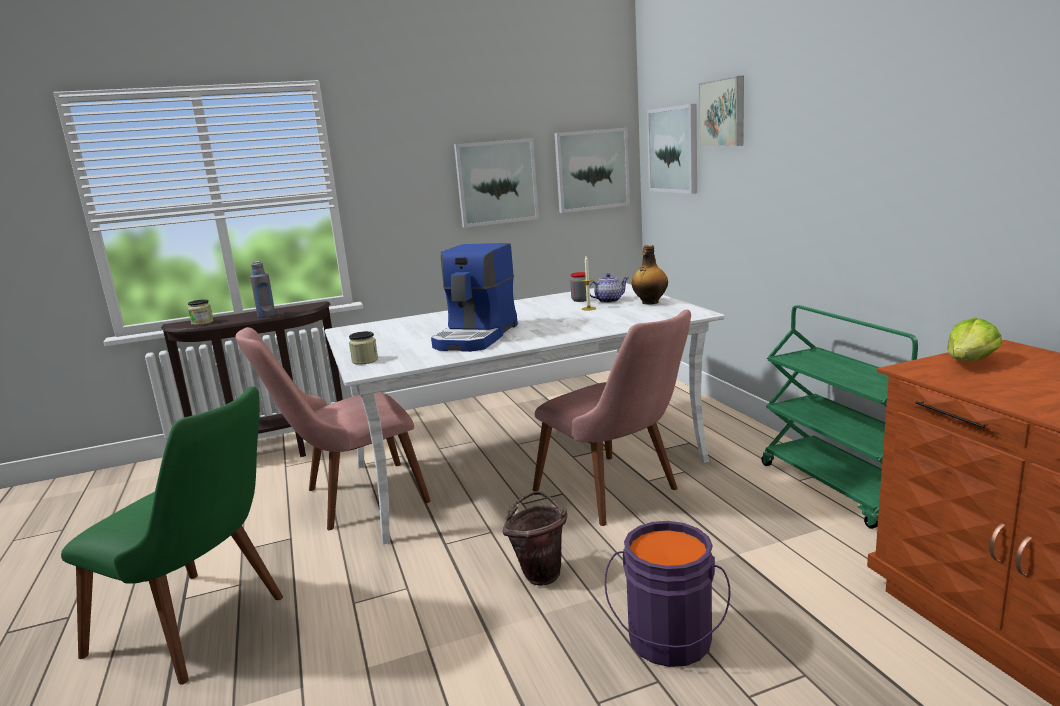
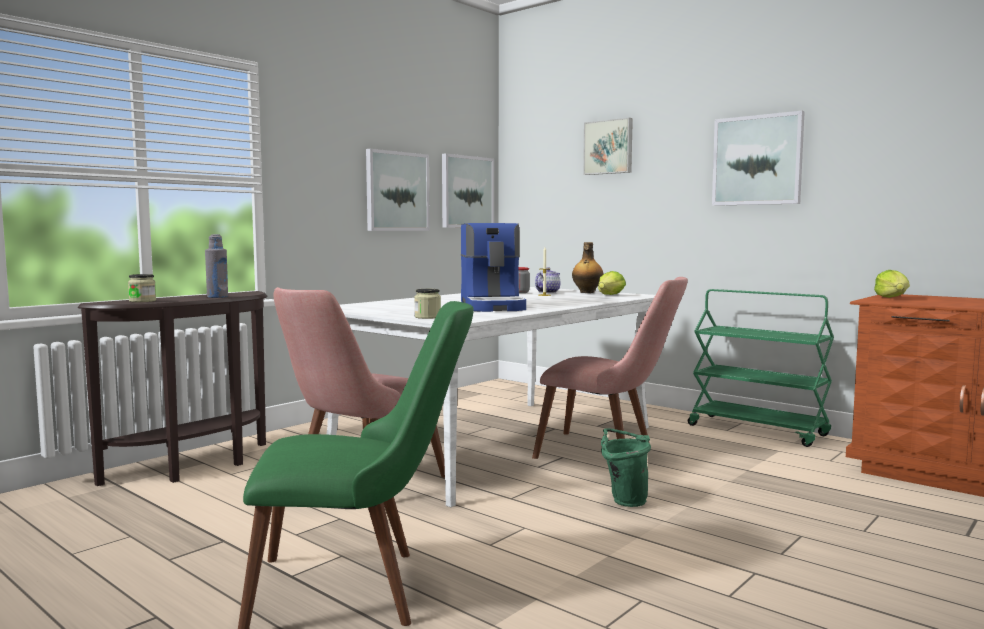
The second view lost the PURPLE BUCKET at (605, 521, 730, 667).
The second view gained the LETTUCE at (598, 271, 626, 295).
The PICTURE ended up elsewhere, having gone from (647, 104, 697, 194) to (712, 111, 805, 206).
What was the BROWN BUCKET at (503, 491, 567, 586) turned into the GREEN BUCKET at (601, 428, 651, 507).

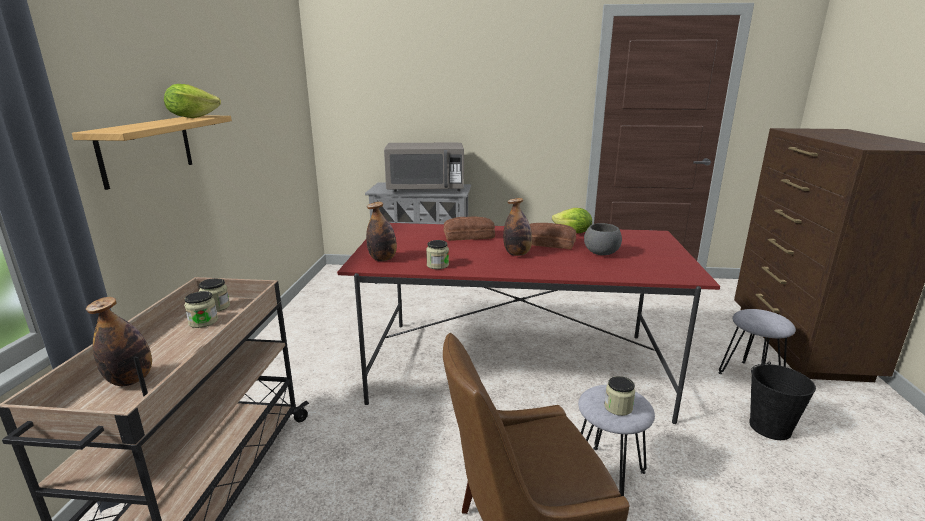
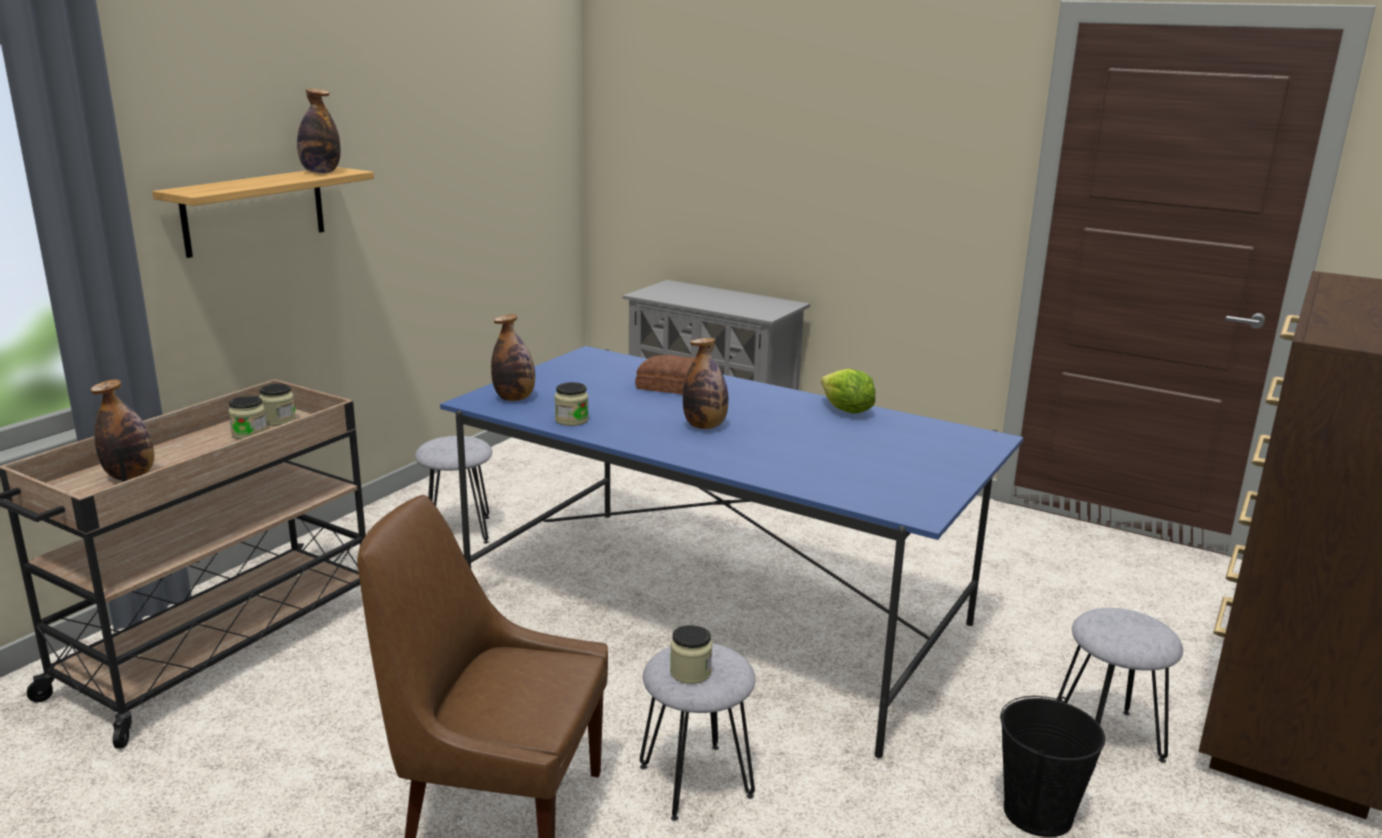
The second view lost the GREY MICROWAVE at (384, 143, 464, 192).
The second view lost the BREAD at (530, 223, 576, 249).
The second view lost the GREY BOWL at (584, 223, 622, 255).
The second view gained the GREY STOOL at (415, 436, 492, 544).
Where the LETTUCE stood at (164, 84, 221, 118), the BOTTLE came to stand at (297, 89, 341, 173).
What was the RED DINING TABLE at (337, 222, 720, 424) turned into the BLUE DINING TABLE at (440, 346, 1023, 758).

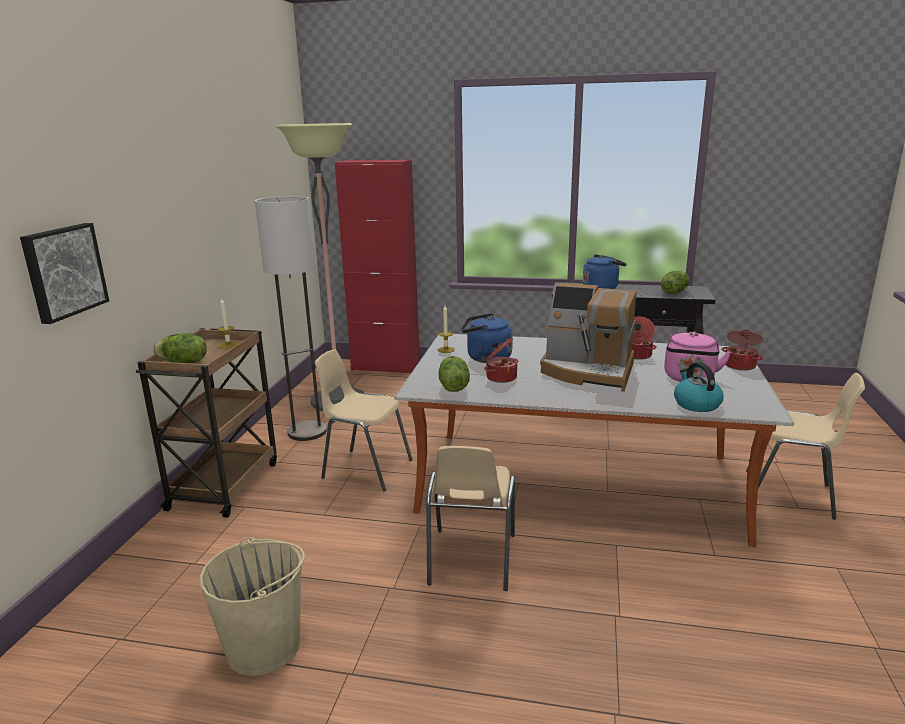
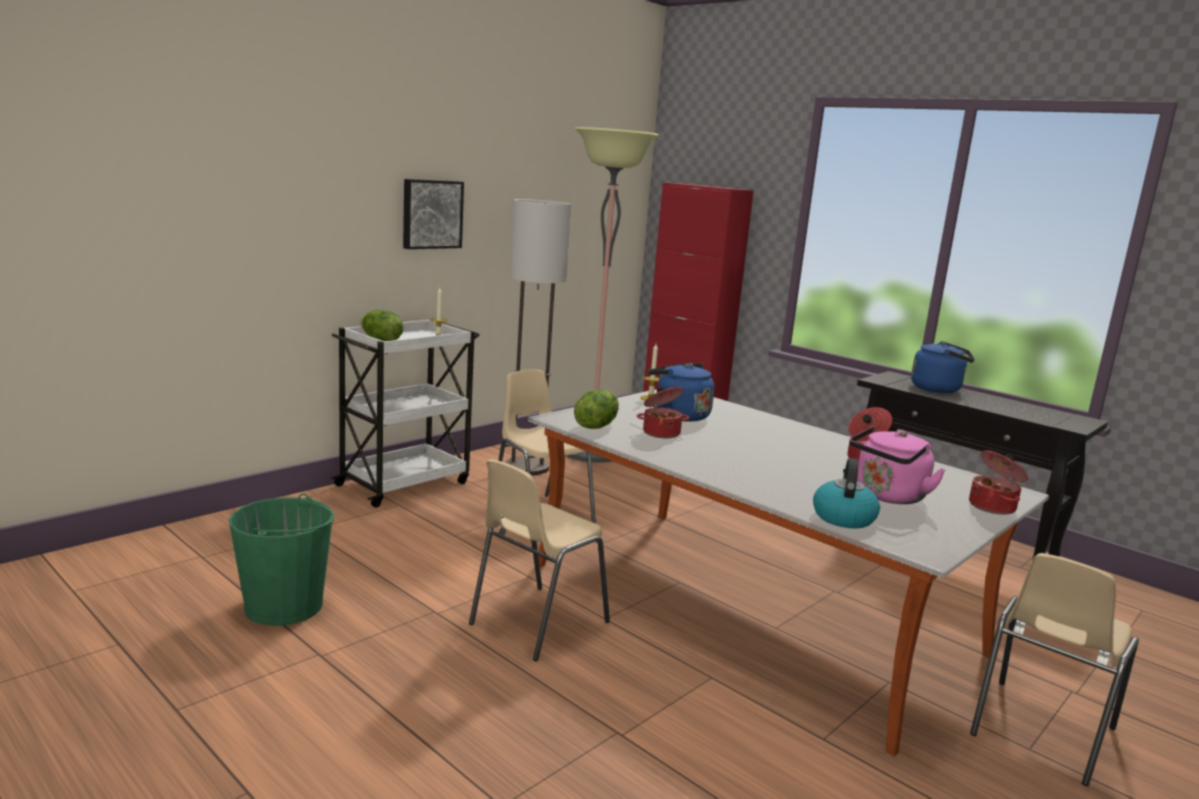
The second view lost the COFFEE MACHINE at (540, 283, 636, 392).
The second view lost the LETTUCE at (661, 271, 689, 294).
The PICTURE ended up elsewhere, having gone from (20, 223, 109, 324) to (403, 179, 464, 249).
What was the BROWN CART at (136, 328, 277, 518) turned into the WHITE CART at (331, 319, 480, 508).
What was the BEIGE BUCKET at (200, 537, 305, 676) turned into the GREEN BUCKET at (229, 494, 334, 626).
The BEIGE CHAIR at (746, 373, 865, 520) ended up facing another way, 75 degrees clockwise from before.

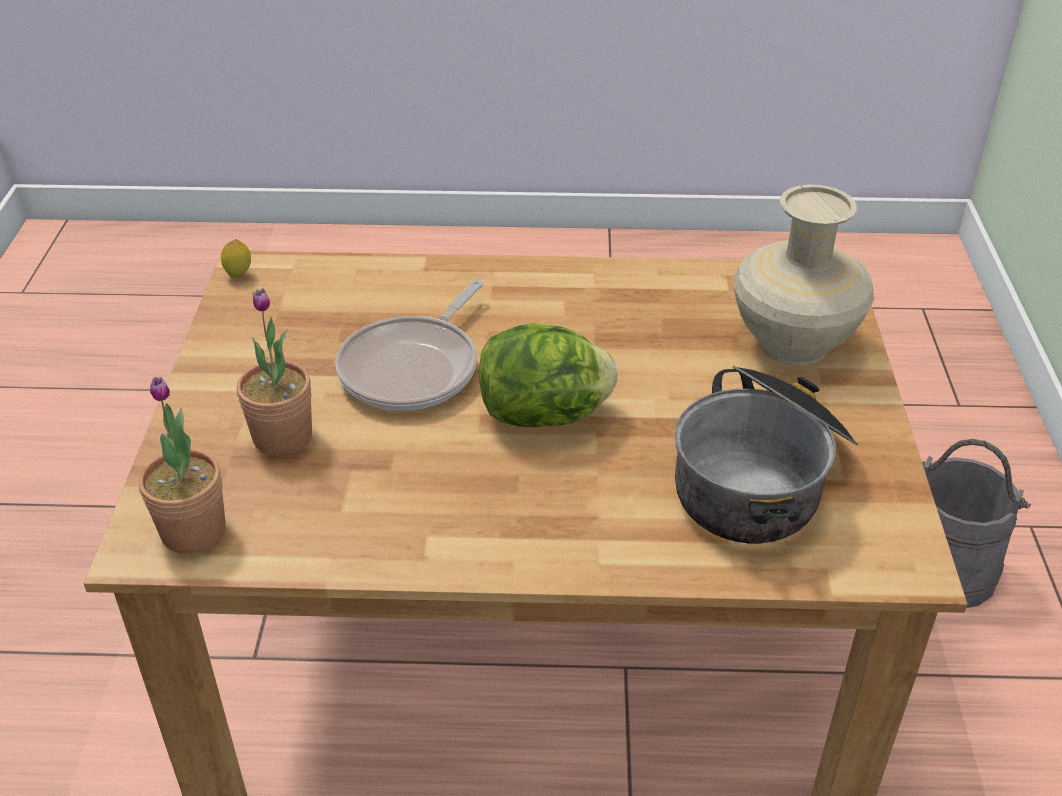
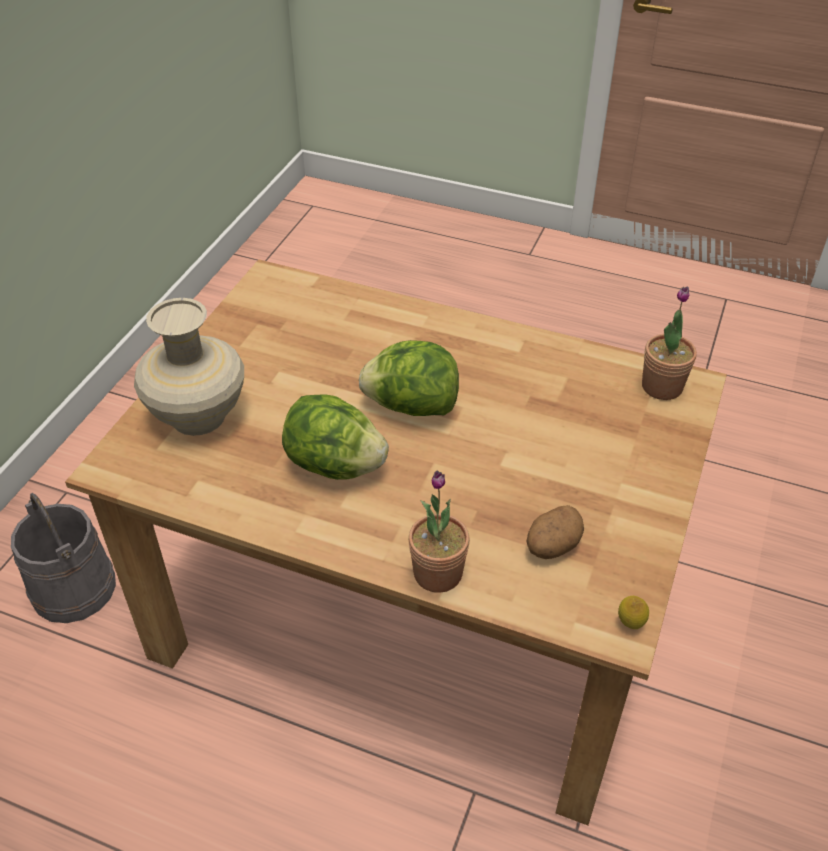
The second view lost the FRYING PAN at (335, 280, 484, 410).
The second view lost the COOKING POT at (675, 366, 858, 543).
The second view gained the LETTUCE at (282, 394, 389, 480).
The second view gained the POTATO at (526, 505, 584, 559).
The POTTED PLANT ended up elsewhere, having gone from (237, 289, 312, 456) to (408, 471, 470, 593).

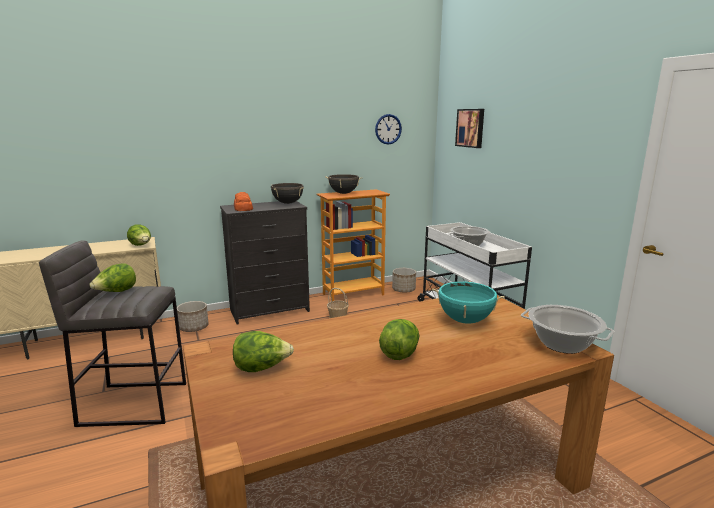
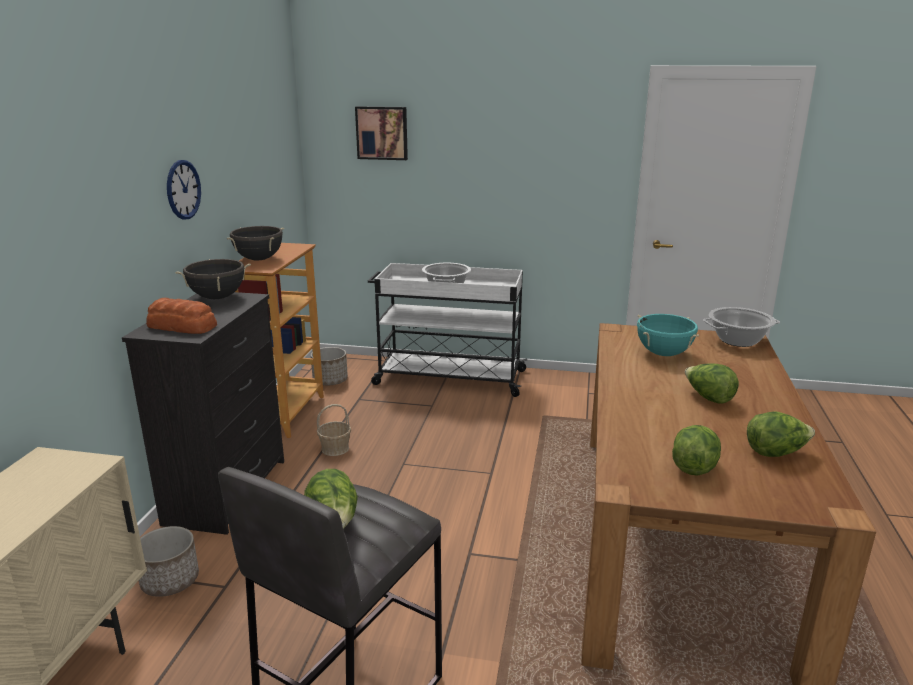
The LETTUCE ended up elsewhere, having gone from (127, 224, 151, 246) to (747, 412, 815, 457).
The WALL CLOCK ended up elsewhere, having gone from (375, 114, 402, 145) to (167, 160, 201, 220).

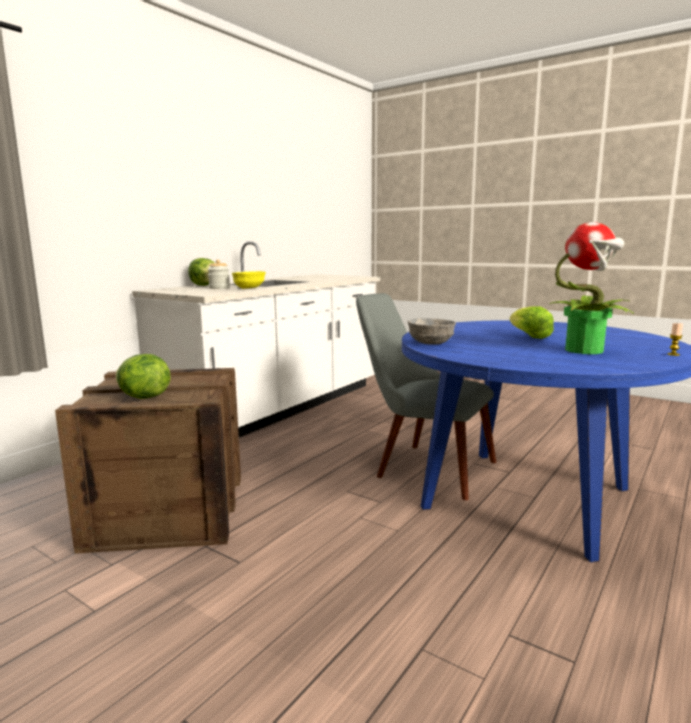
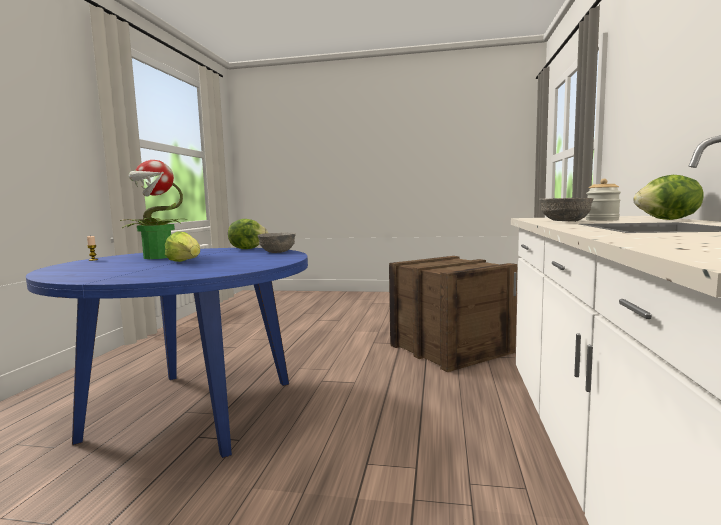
The second view lost the GREY CHAIR at (356, 293, 496, 500).
The LETTUCE ended up elsewhere, having gone from (115, 354, 171, 399) to (228, 219, 268, 249).
What was the YELLOW BOWL at (232, 271, 266, 289) turned into the GREY BOWL at (539, 198, 594, 222).

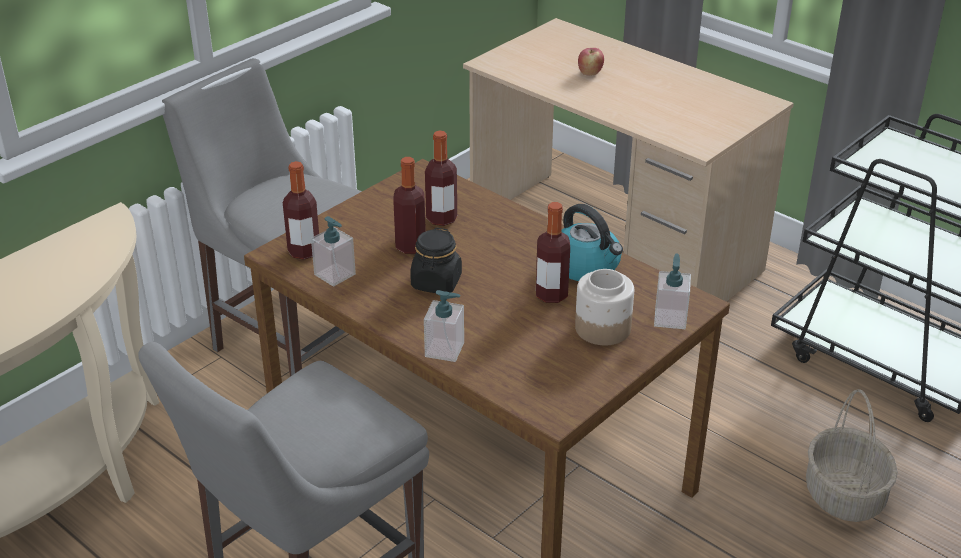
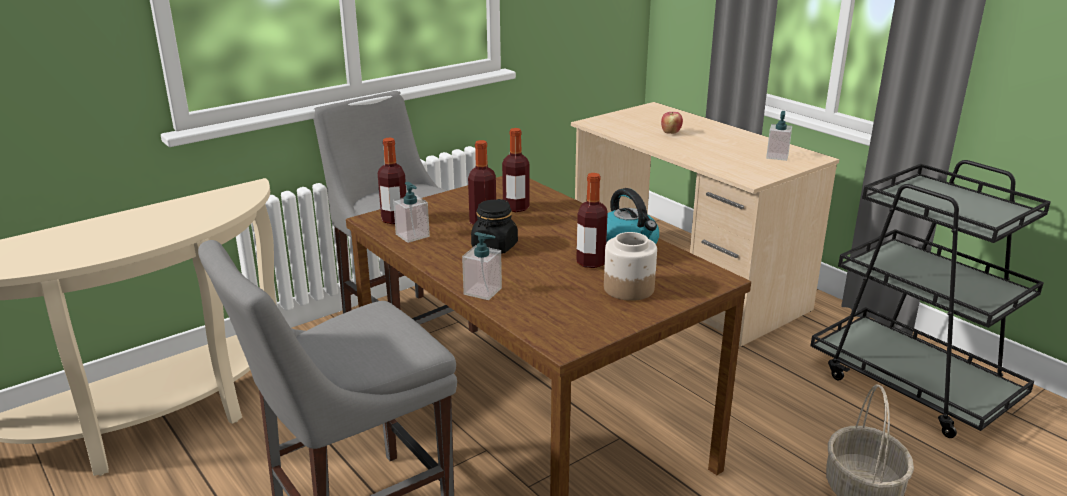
The SOAP DISPENSER ended up elsewhere, having gone from (654, 254, 691, 329) to (766, 111, 792, 161).

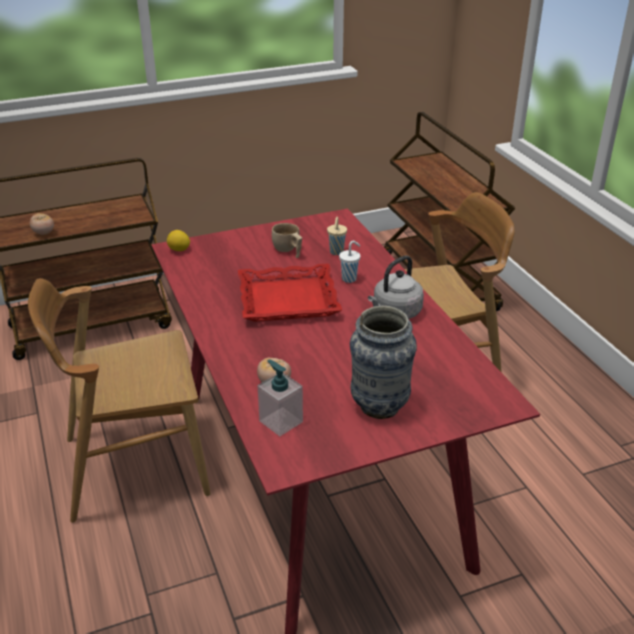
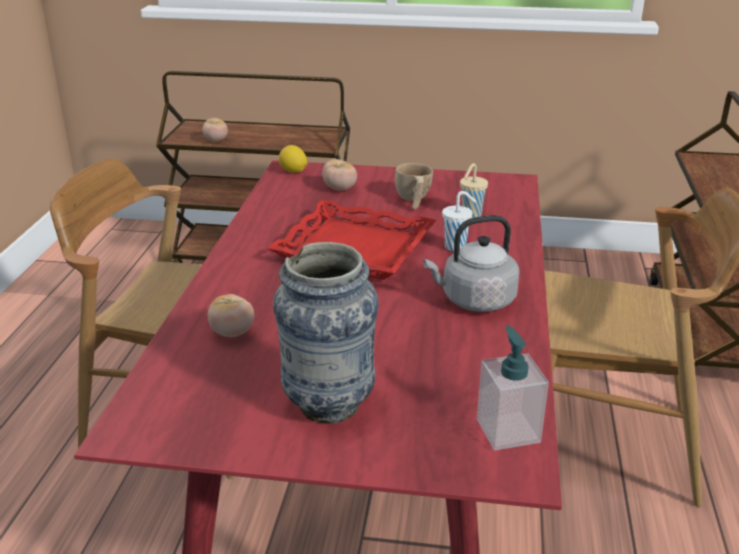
The second view gained the TOMATO at (322, 159, 357, 191).
The SOAP DISPENSER ended up elsewhere, having gone from (258, 359, 303, 436) to (477, 326, 549, 450).

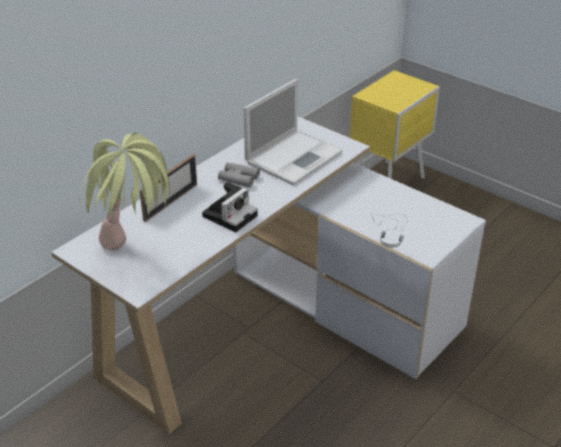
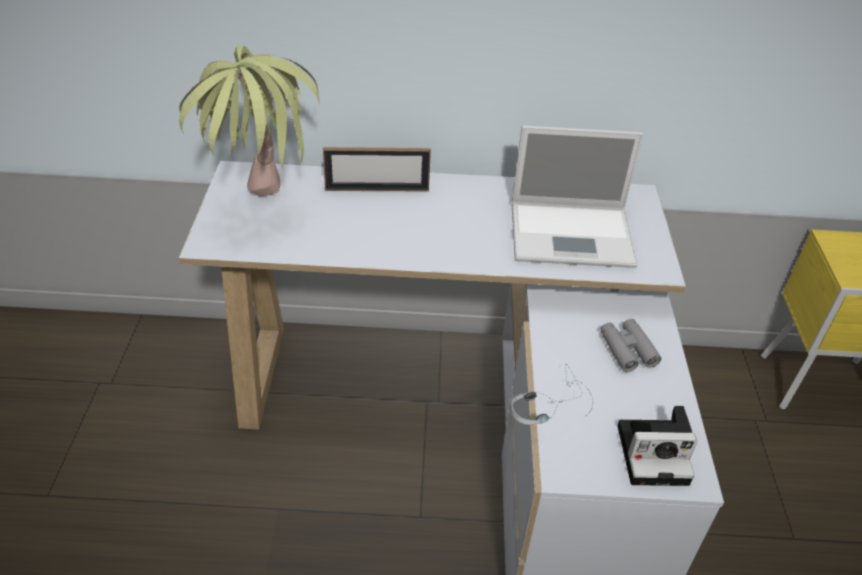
The PHOTO CAMERA ended up elsewhere, having gone from (202, 182, 258, 233) to (617, 406, 697, 486).
The GREY BINOCULARS ended up elsewhere, having gone from (218, 162, 260, 188) to (601, 319, 662, 372).

